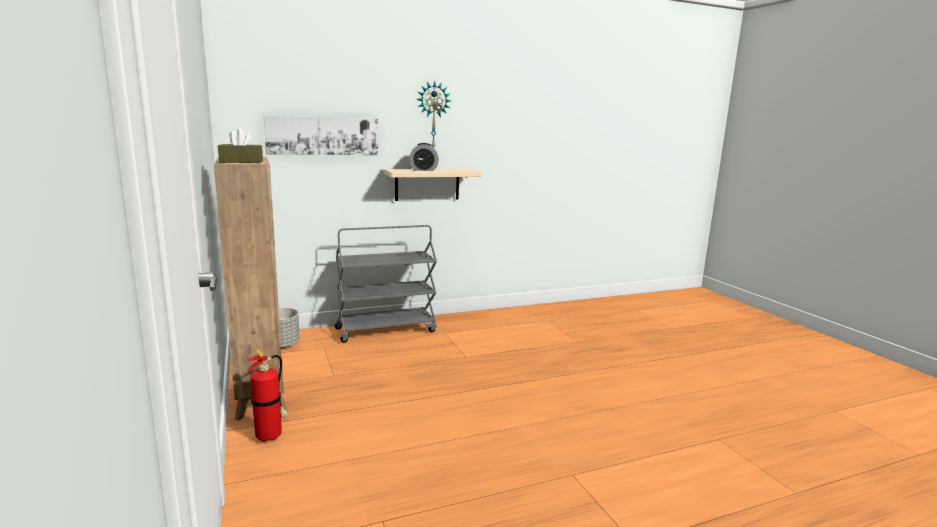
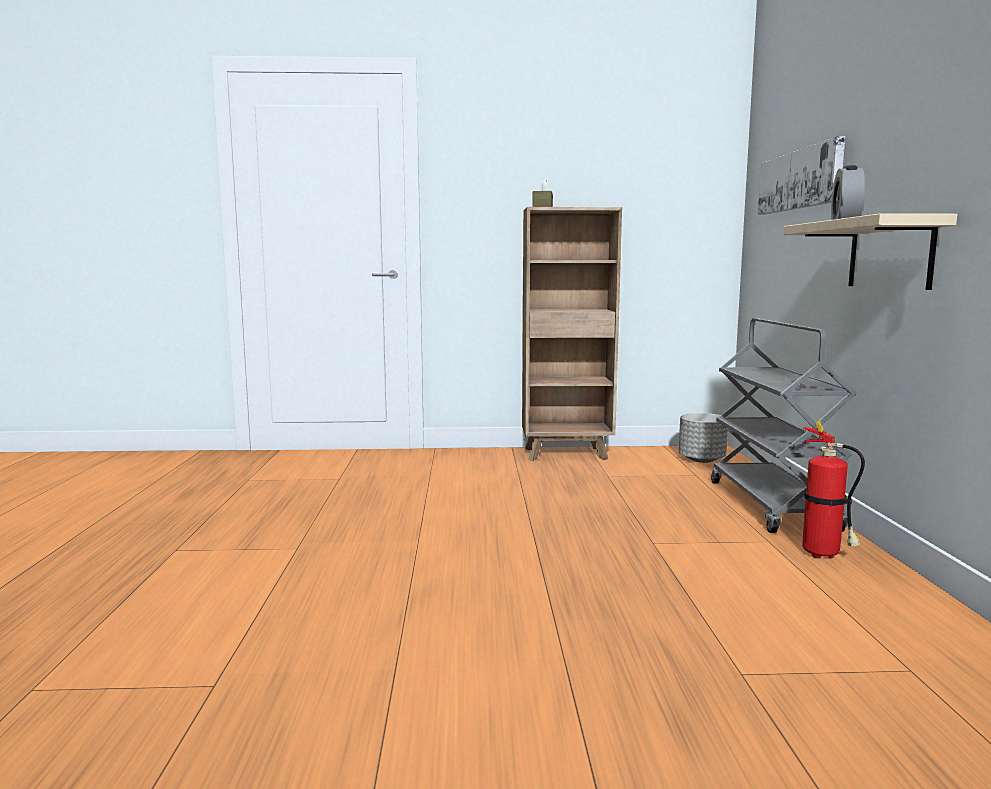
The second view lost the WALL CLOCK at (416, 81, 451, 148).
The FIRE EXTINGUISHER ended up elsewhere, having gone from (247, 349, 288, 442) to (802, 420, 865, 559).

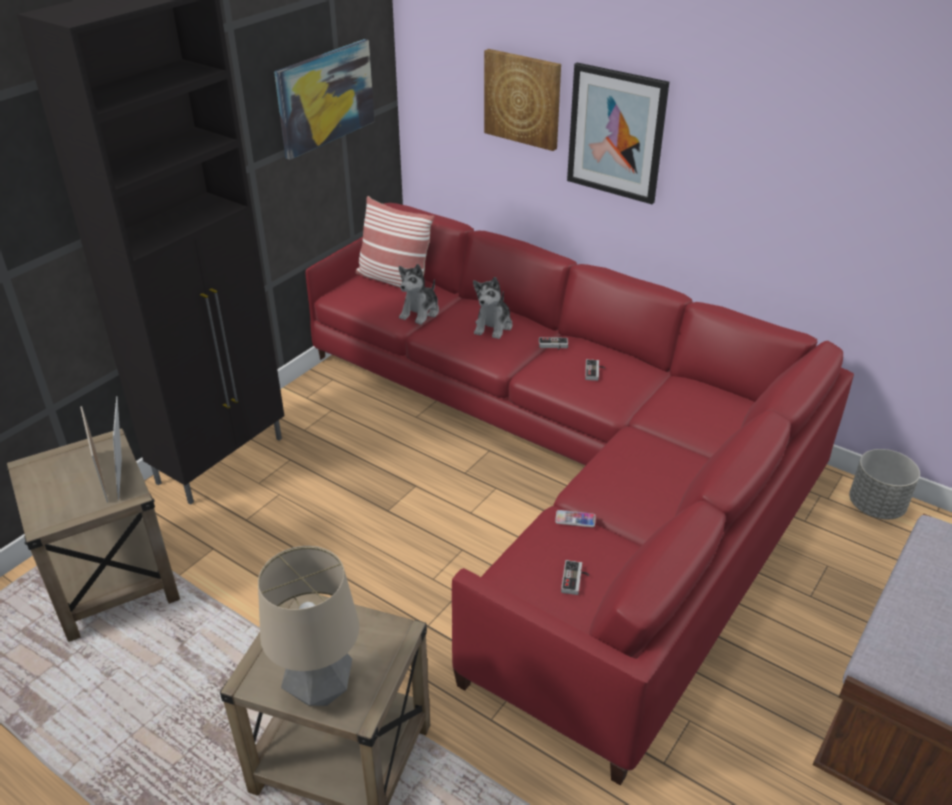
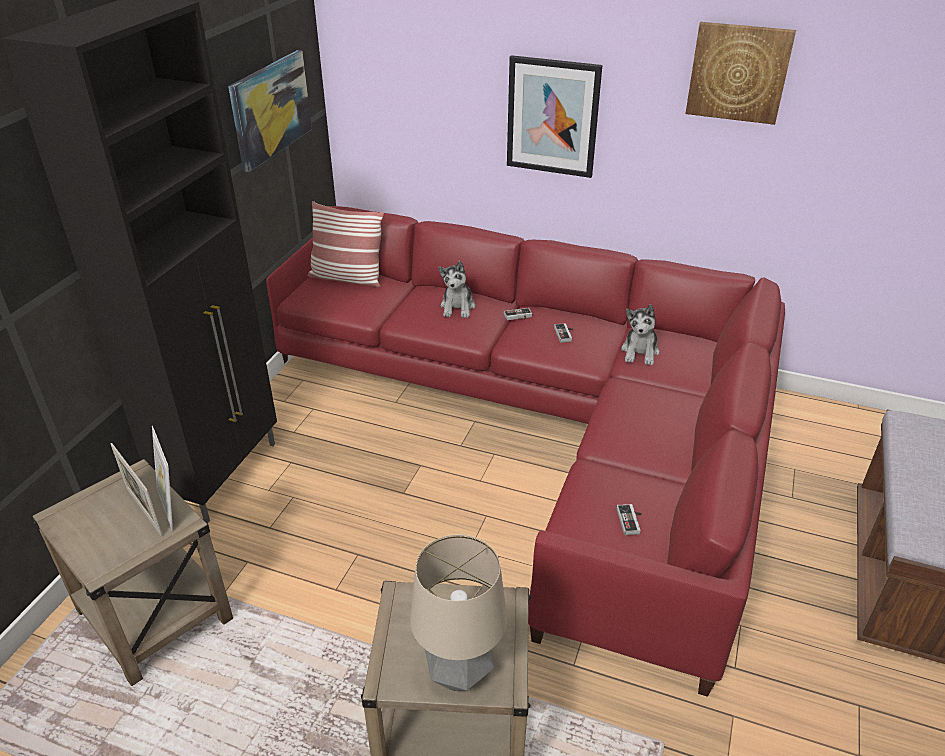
The second view lost the PHONE at (555, 510, 596, 527).
The second view lost the GREY PLANTER at (849, 449, 920, 519).
The PLUSH TOY ended up elsewhere, having gone from (399, 264, 439, 325) to (621, 304, 660, 365).
The PICTURE ended up elsewhere, having gone from (484, 49, 561, 151) to (686, 22, 796, 125).

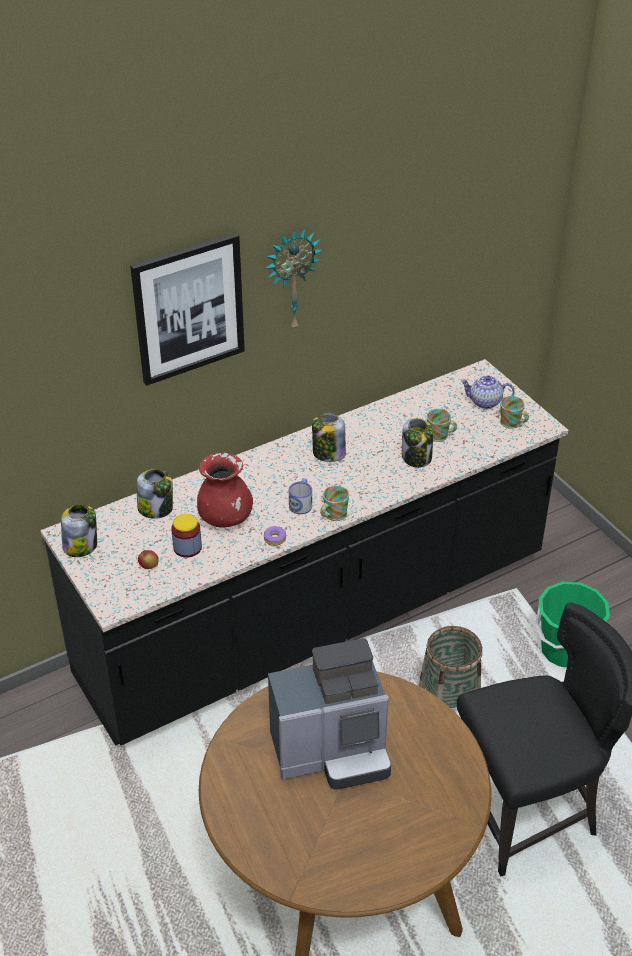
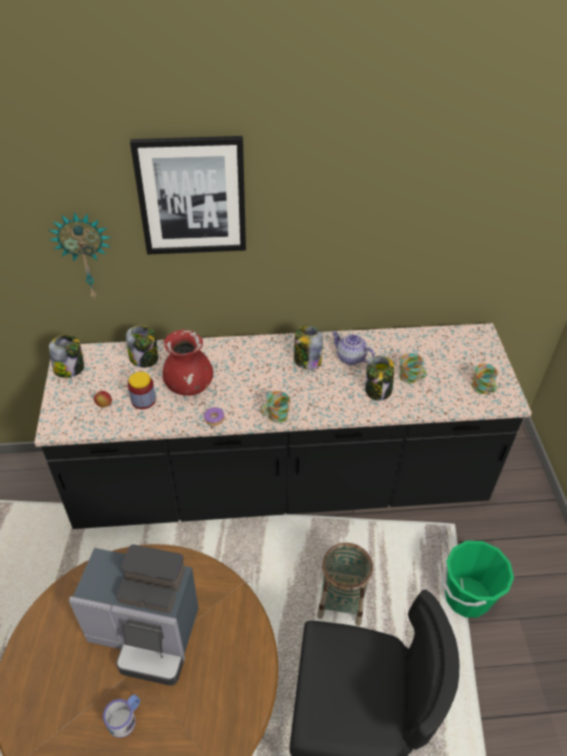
The WALL CLOCK ended up elsewhere, having gone from (265, 228, 323, 330) to (49, 212, 111, 300).
The MUG ended up elsewhere, having gone from (289, 478, 312, 514) to (103, 694, 140, 738).
The TEAPOT ended up elsewhere, having gone from (460, 375, 515, 409) to (332, 331, 375, 365).

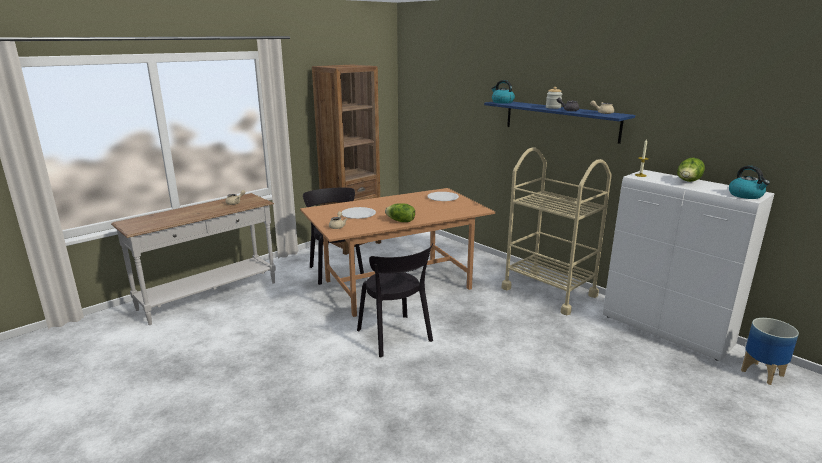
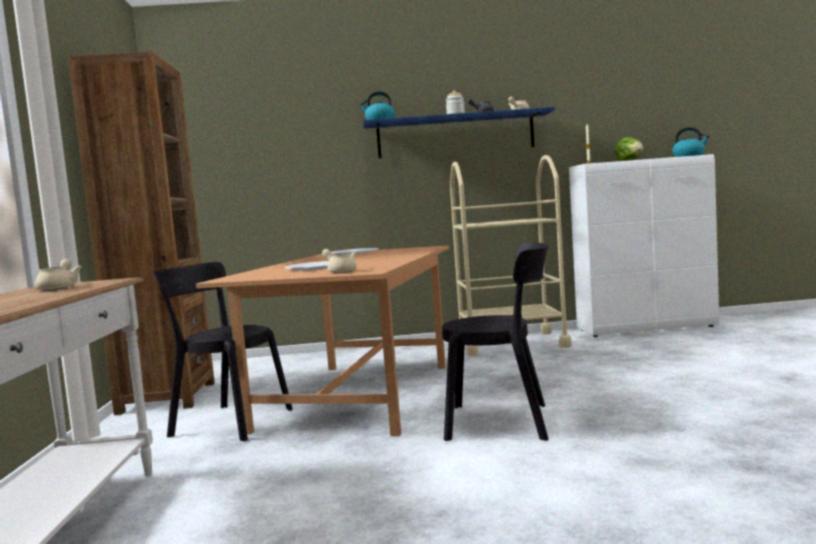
The second view lost the LETTUCE at (385, 203, 415, 222).
The second view lost the PLANTER at (741, 318, 799, 385).

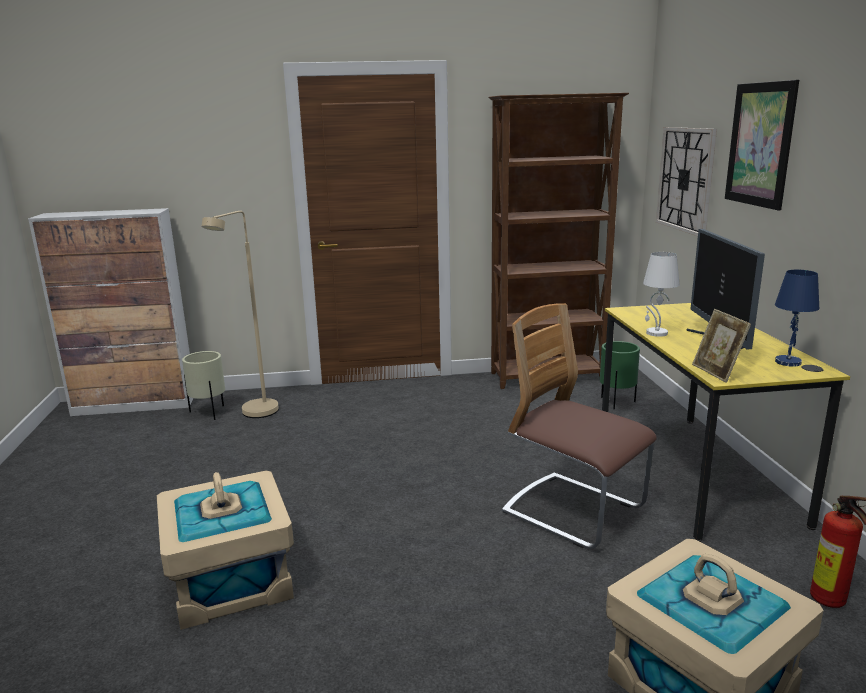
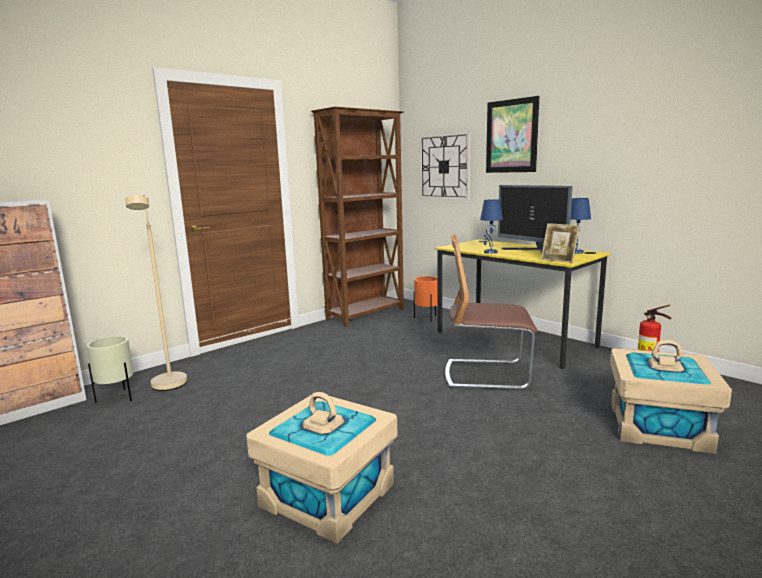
What was the GREEN PLANTER at (600, 341, 640, 410) turned into the ORANGE PLANTER at (414, 276, 438, 322).
What was the WHITE TABLE LAMP at (643, 252, 680, 337) turned into the BLUE TABLE LAMP at (480, 199, 503, 254).

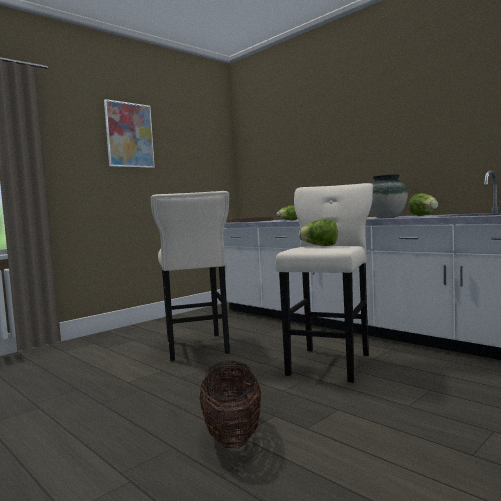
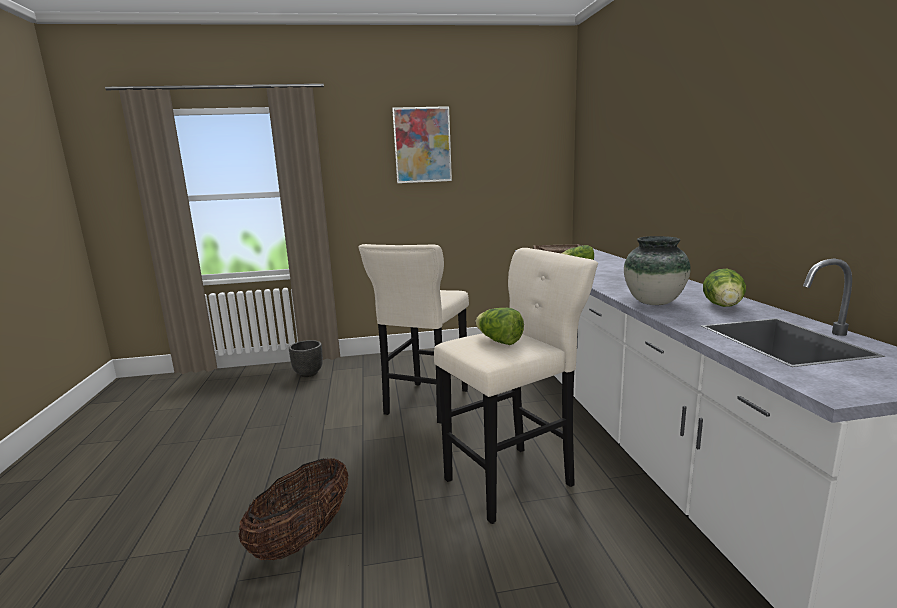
The second view gained the BLACK PLANTER at (289, 340, 323, 377).

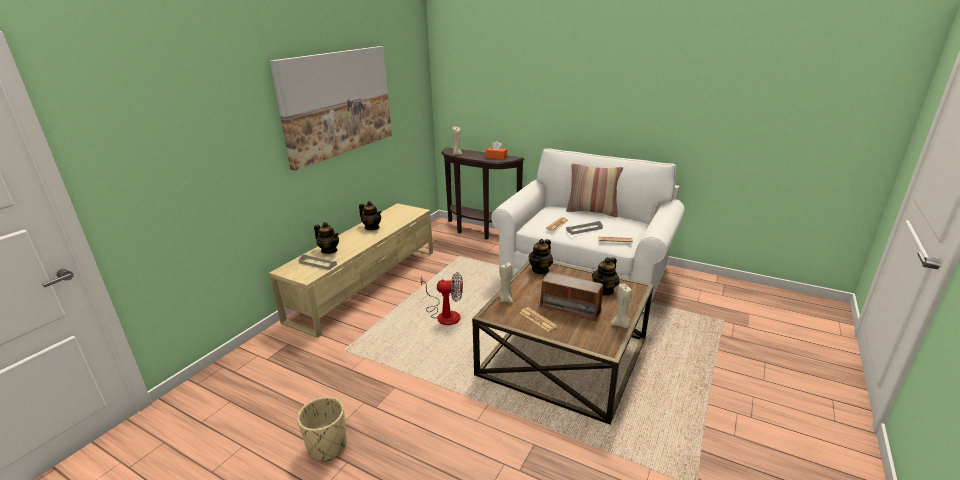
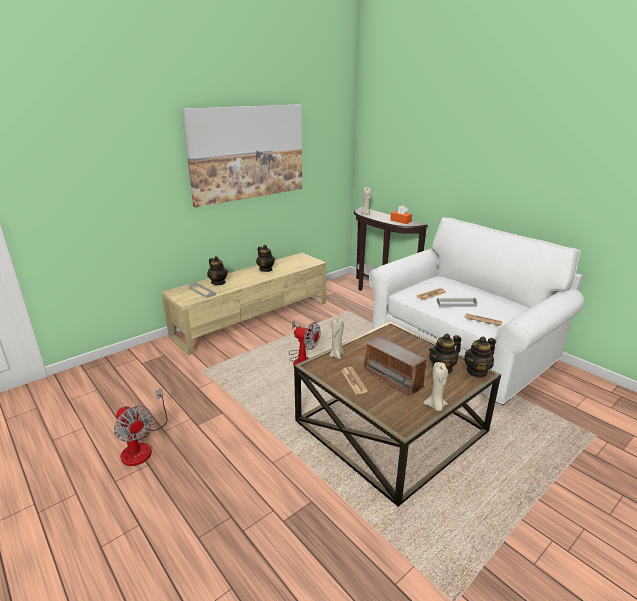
The second view lost the PILLOW at (566, 163, 623, 217).
The TEAPOT ended up elsewhere, having gone from (529, 239, 553, 274) to (464, 336, 496, 378).
Where the BEIGE PLANTER stood at (297, 397, 347, 461), the FAN came to stand at (114, 388, 167, 466).

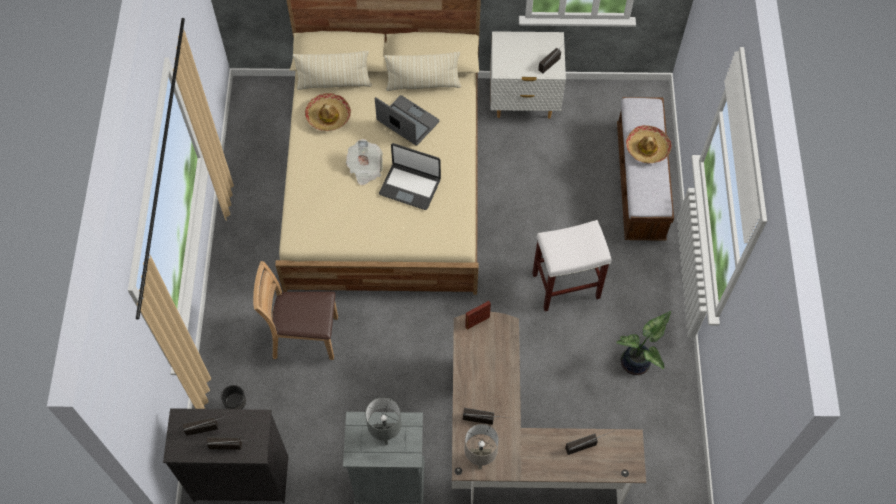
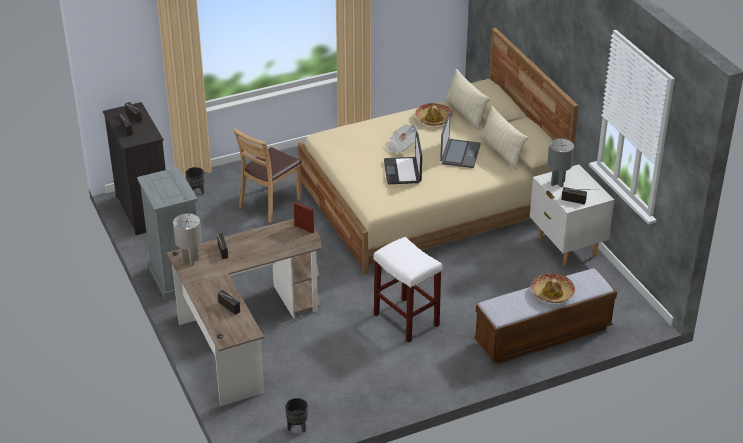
The second view lost the POTTED PLANT at (616, 311, 671, 375).
The second view gained the BLACK PLANTER at (285, 398, 308, 432).
The GREY TABLE LAMP ended up elsewhere, having gone from (365, 397, 402, 445) to (547, 138, 574, 188).
The BROWN CHAIR at (253, 261, 338, 360) ended up facing another way, 120 degrees counterclockwise from before.

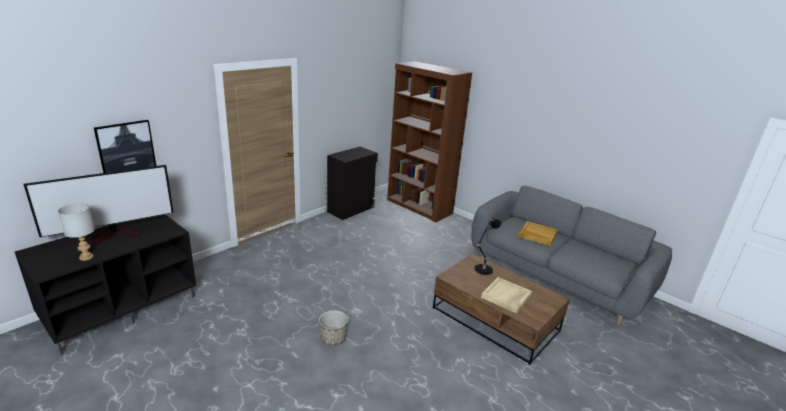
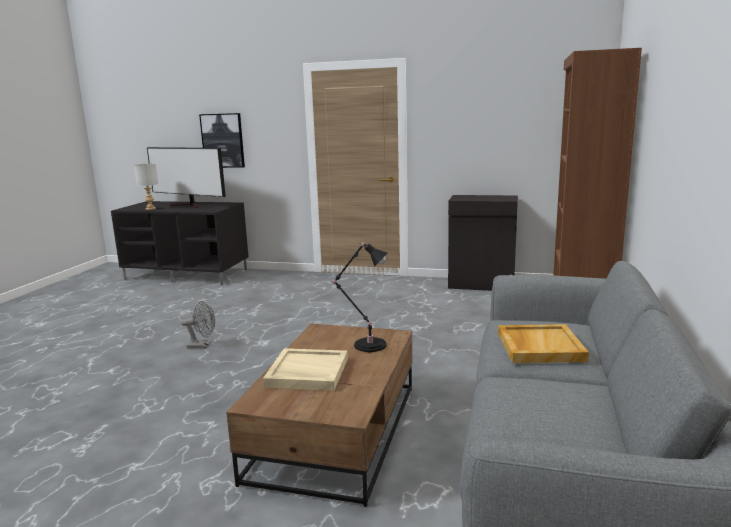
Where the PLANTER stood at (319, 310, 348, 345), the GREY FAN came to stand at (181, 301, 215, 348).

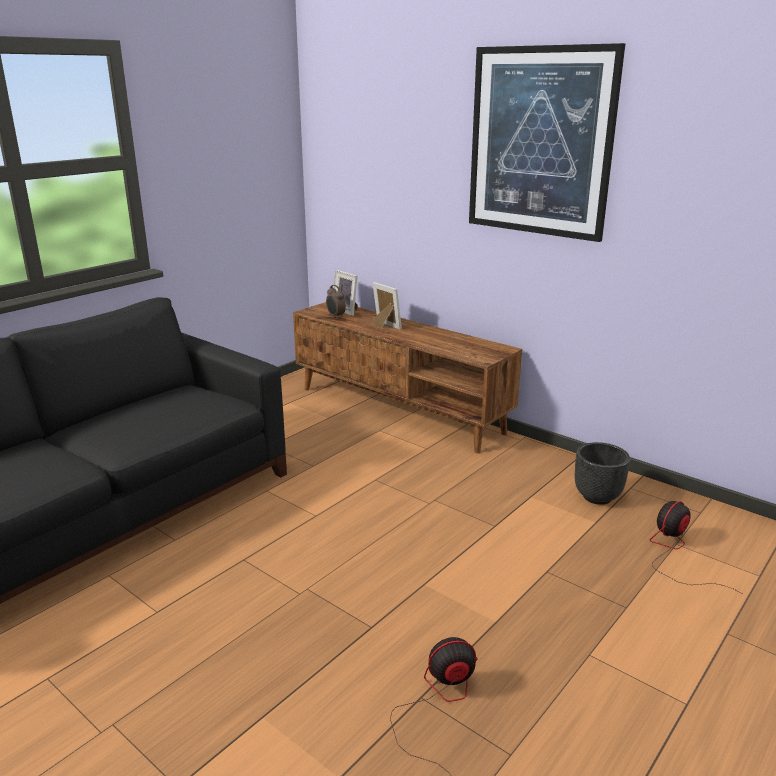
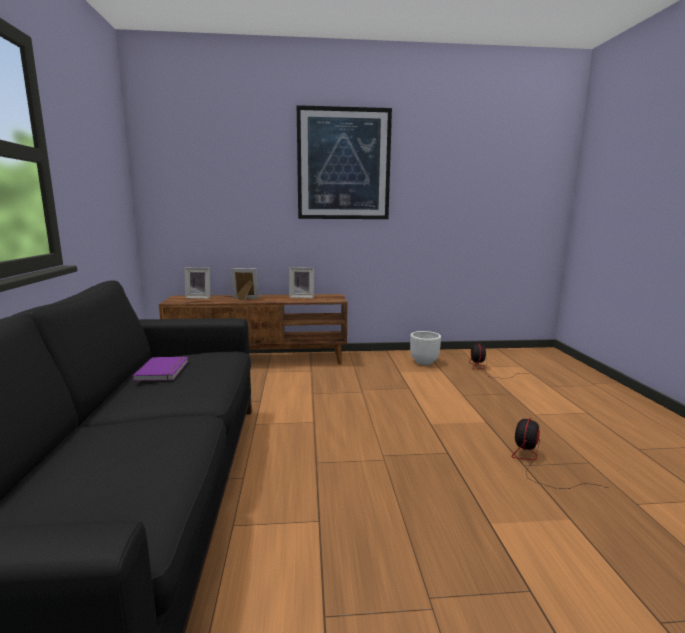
The second view lost the ALARM CLOCK at (326, 285, 346, 319).
The second view gained the PURPLE BOOK at (132, 356, 188, 381).
The second view gained the PICTURE FRAME at (289, 267, 314, 298).
What was the BLACK PLANTER at (575, 442, 630, 505) turned into the WHITE PLANTER at (410, 331, 441, 365).

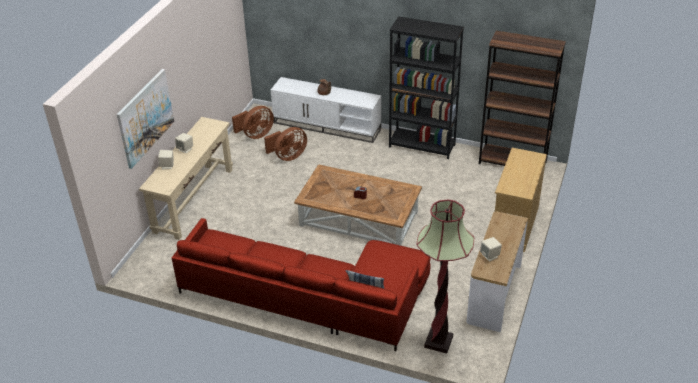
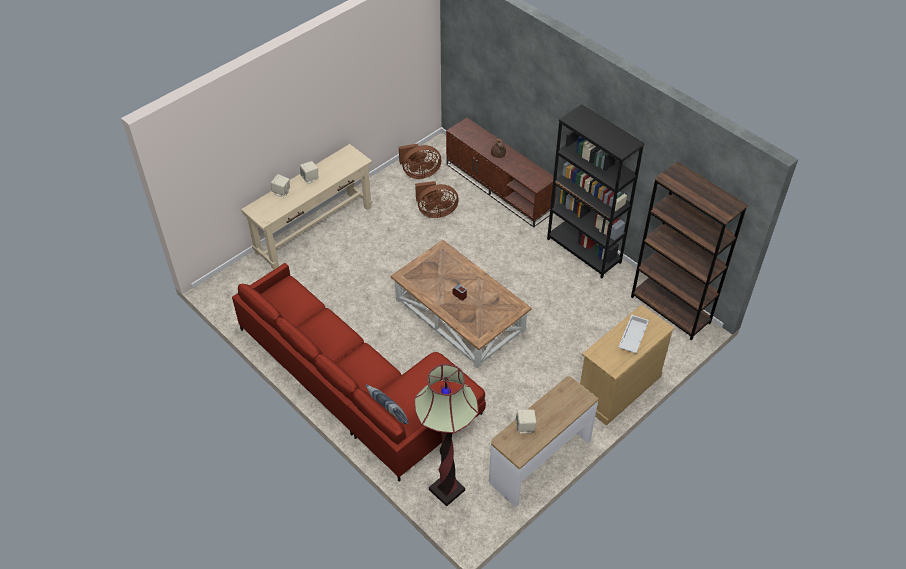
The second view lost the PICTURE at (117, 69, 174, 169).
The second view gained the WHITE TRAY at (618, 314, 649, 353).
What was the WHITE TV STAND at (271, 77, 381, 143) turned into the BROWN TV STAND at (446, 118, 557, 227).

